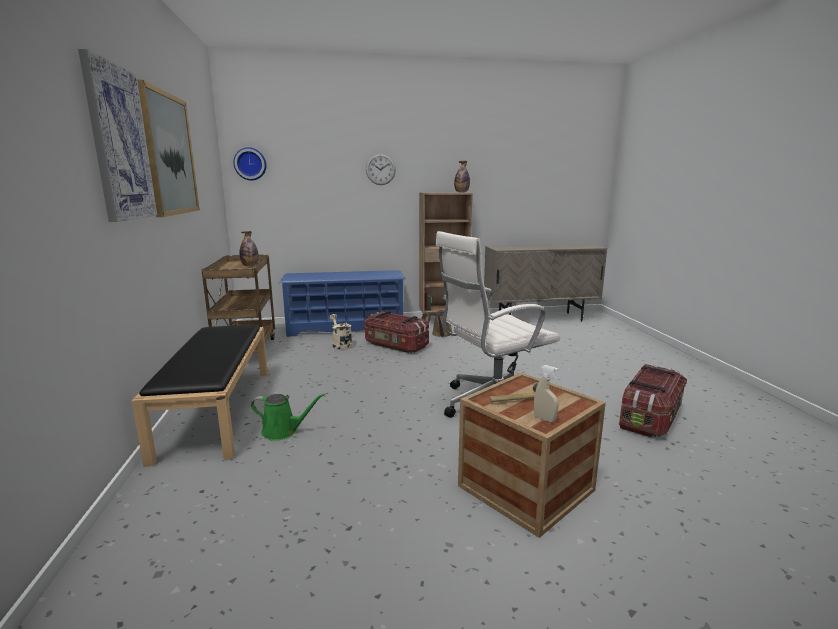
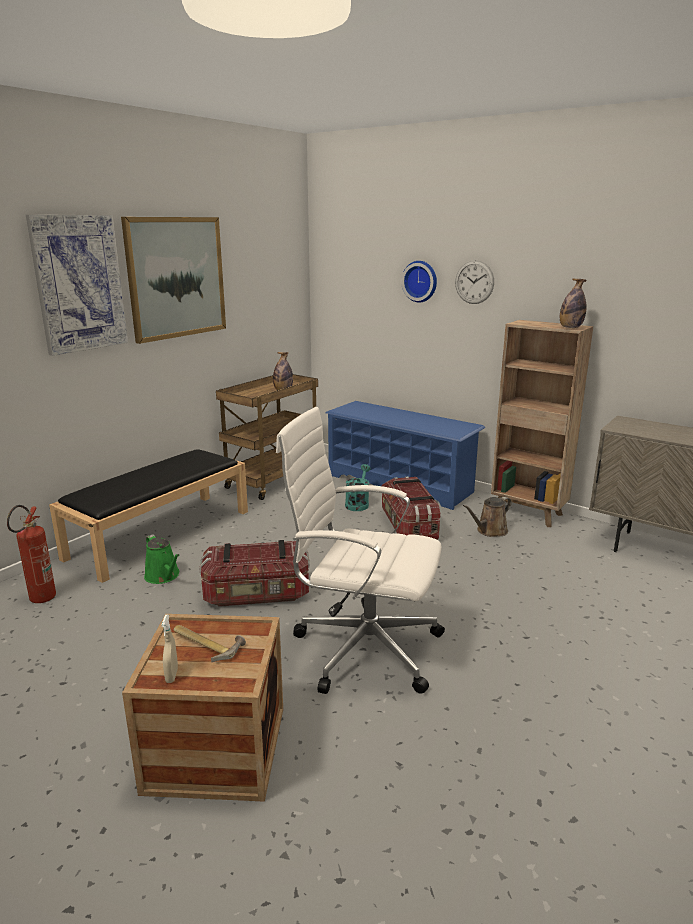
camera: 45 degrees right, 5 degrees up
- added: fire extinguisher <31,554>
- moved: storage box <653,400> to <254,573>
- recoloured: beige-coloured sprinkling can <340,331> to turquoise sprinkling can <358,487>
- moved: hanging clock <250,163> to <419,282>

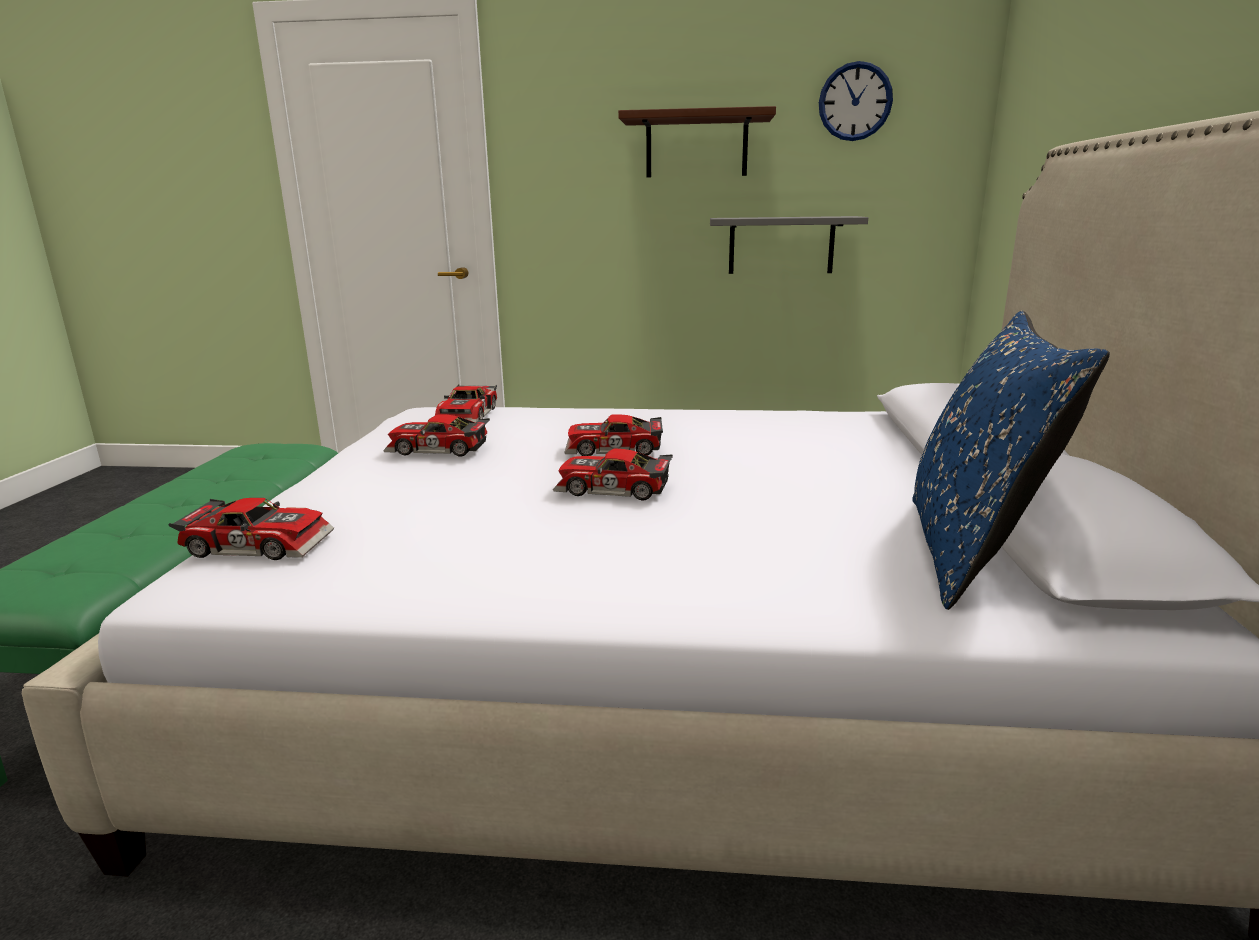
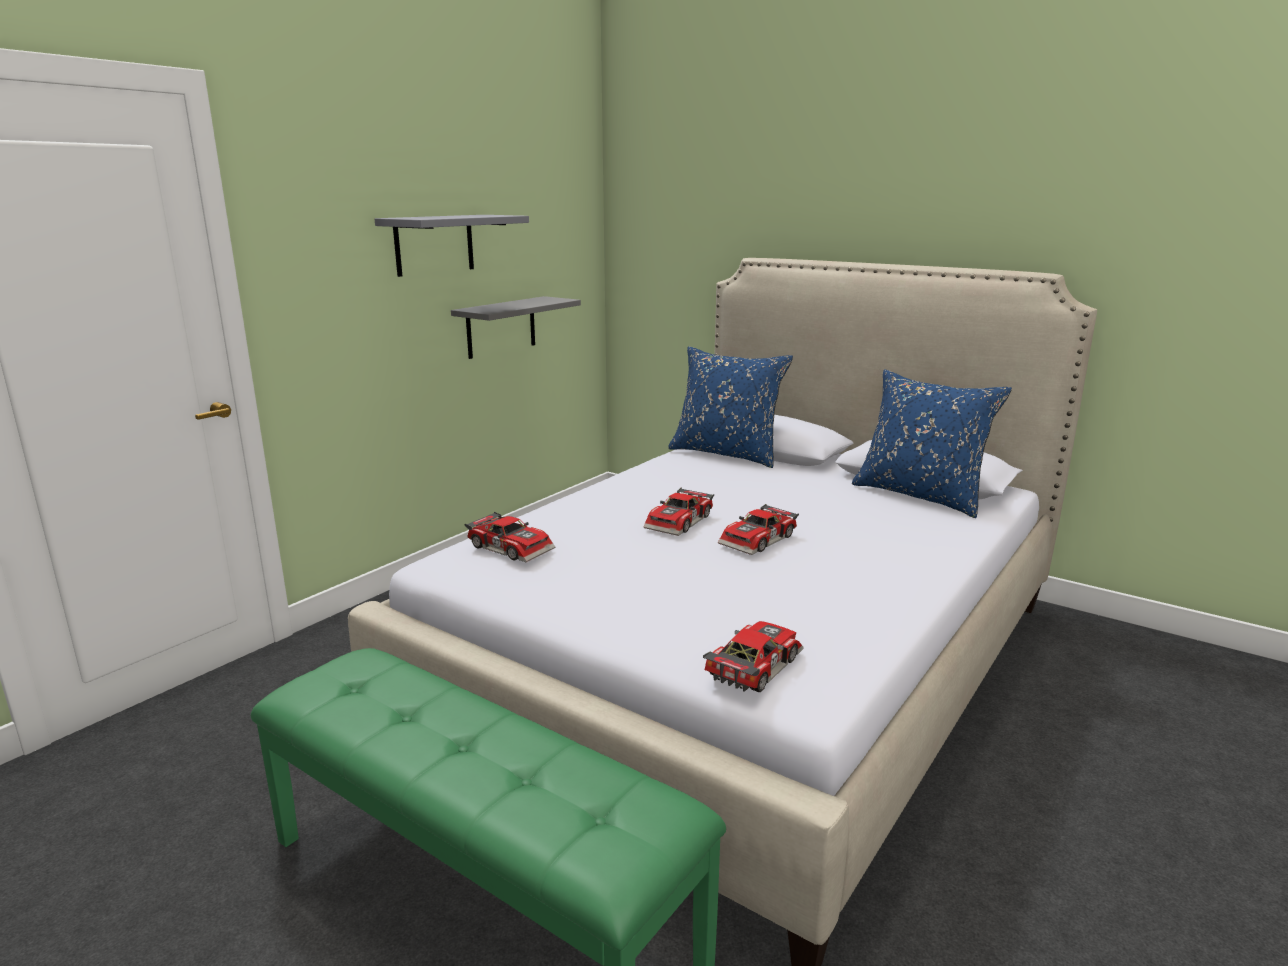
camera: 60 degrees left, 0 degrees up
- recoloured: brownish shelf <697,141> to grey shelf <452,246>
- added: blue-coloured cushion <730,407>
- removed: miniature car <436,435>
- removed: hanging clock <856,101>

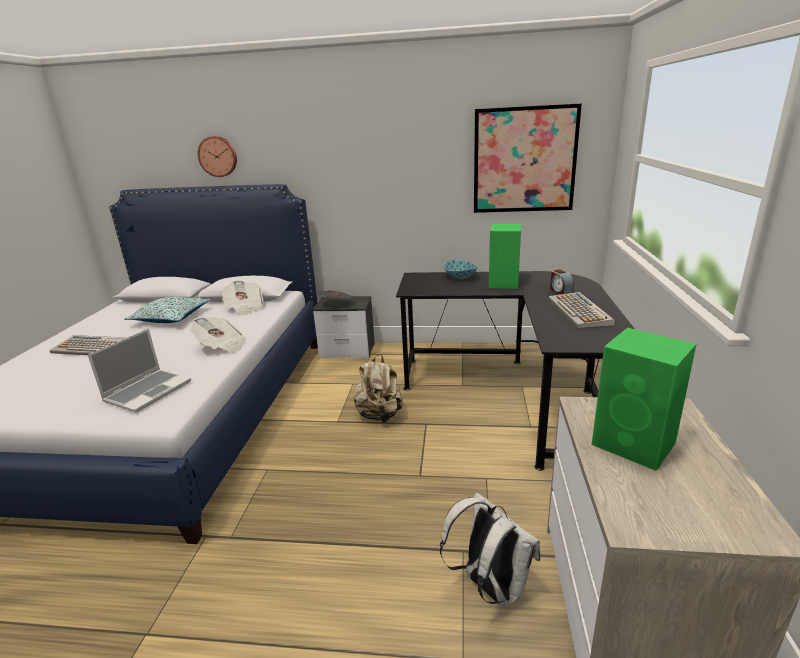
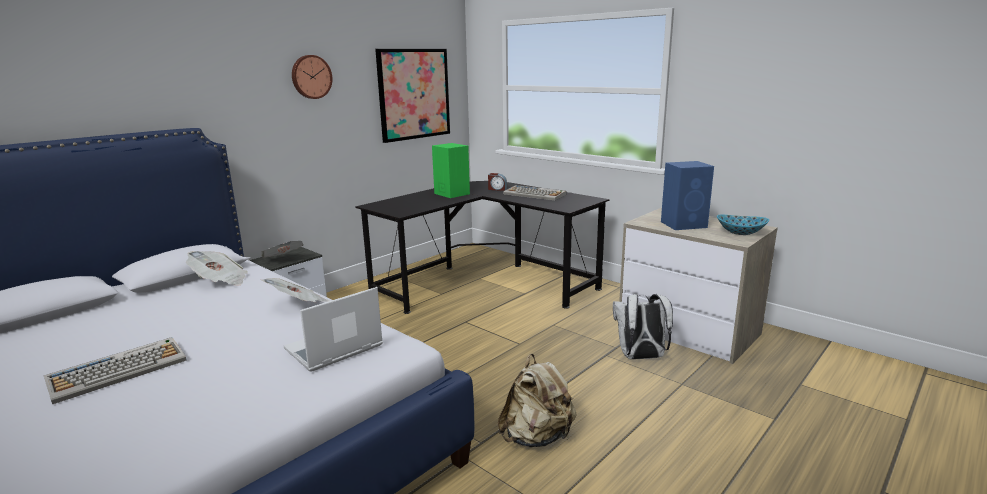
camera: 55 degrees left, 5 degrees down
- turned: portable computer <139,370> = <333,329> 105 degrees counterclockwise
- moved: hanging clock <217,156> to <312,77>
- moved: beige-coloured backpack <378,388> to <537,400>
- recoloured: green audio speaker <644,399> to blue-coloured audio speaker <687,195>
- moved: deep dish <460,269> to <743,225>
- removed: cushion <167,310>

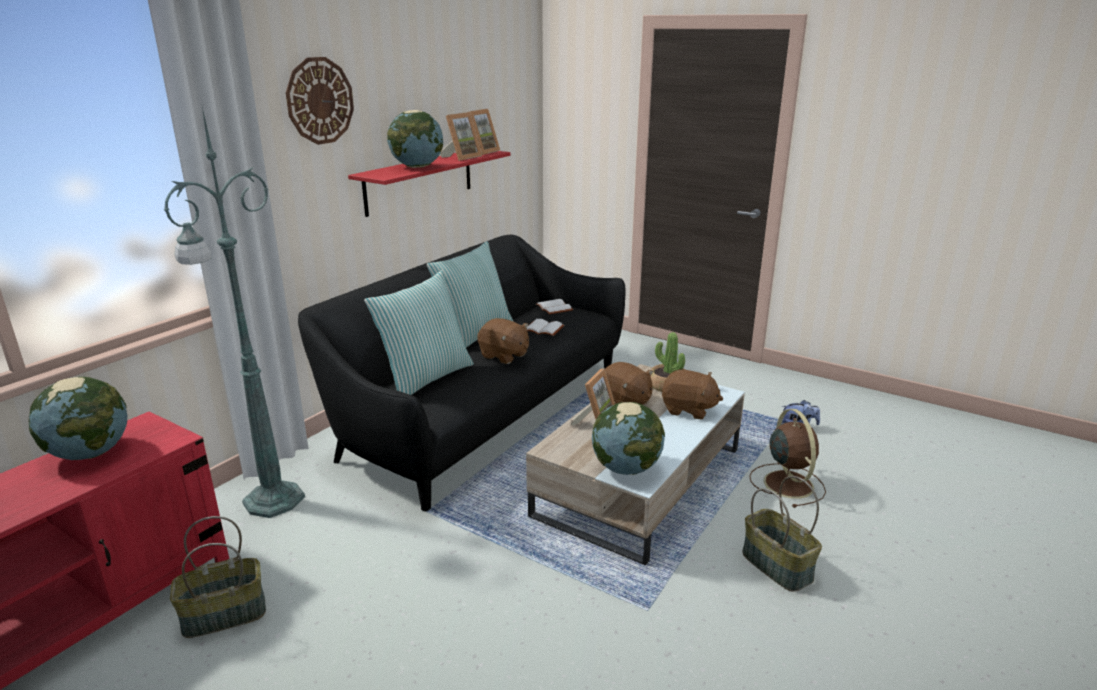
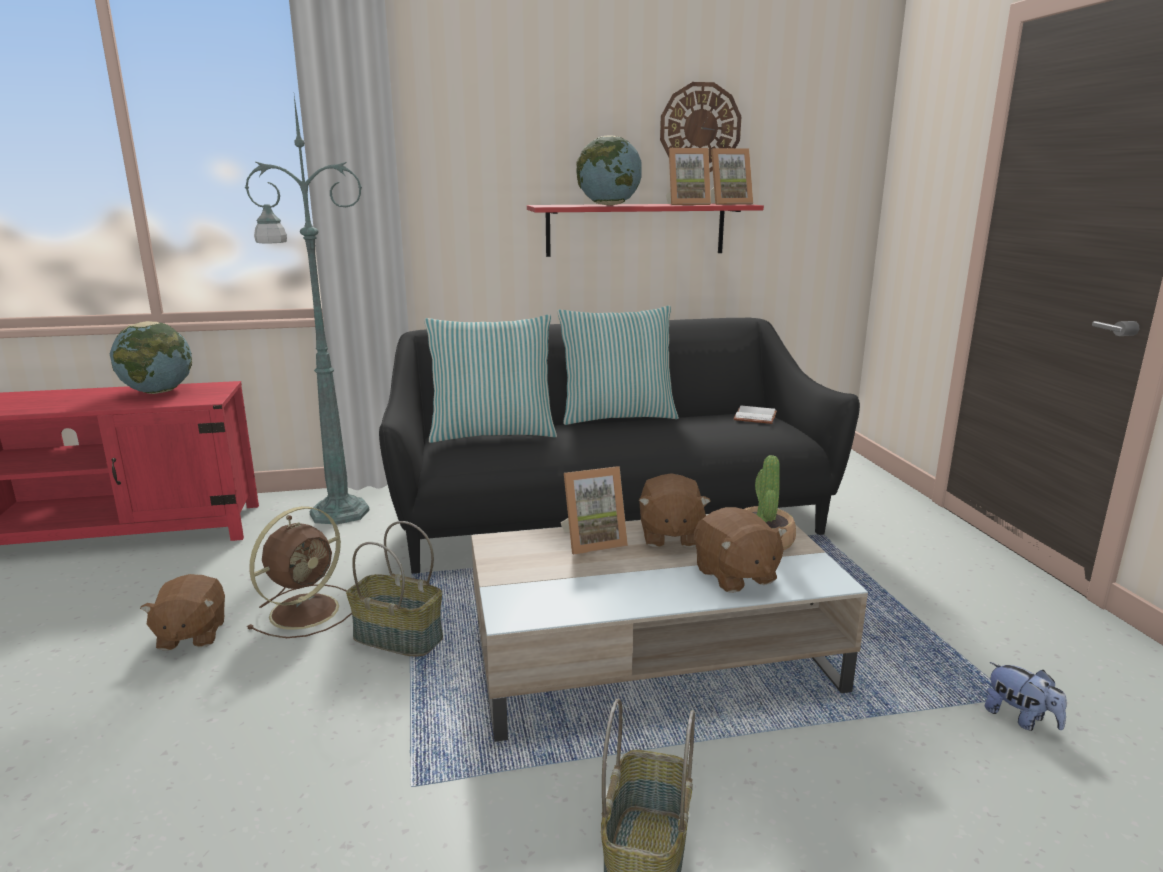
camera: 45 degrees right, 5 degrees down
- moved: brownish plush toy <503,341> to <182,612>
- moved: brownish electric fan <787,458> to <299,572>
- moved: storage basket <218,577> to <394,589>
- moved: hanging clock <320,101> to <701,127>
- removed: whitish volume <545,327>
- removed: globe <628,438>

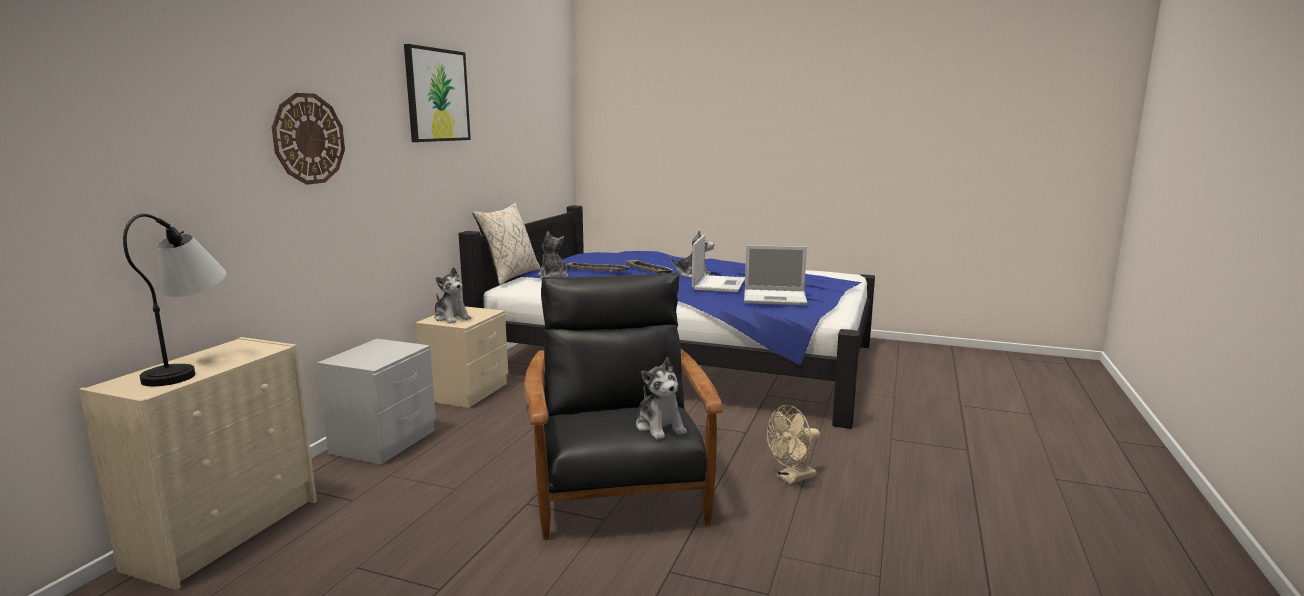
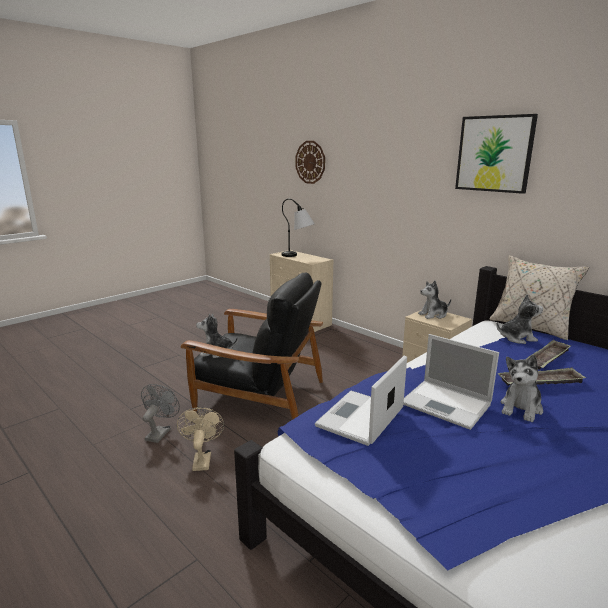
camera: 115 degrees right, 5 degrees up
- added: grey electric fan <160,413>
- moved: hanging clock <308,139> to <310,162>
- removed: grey nightstand <376,402>

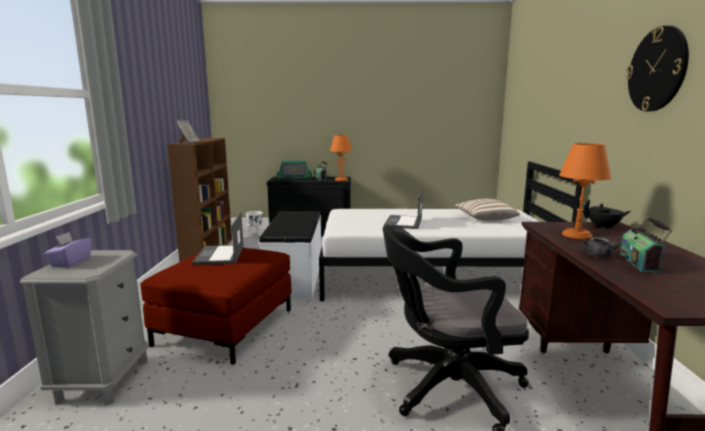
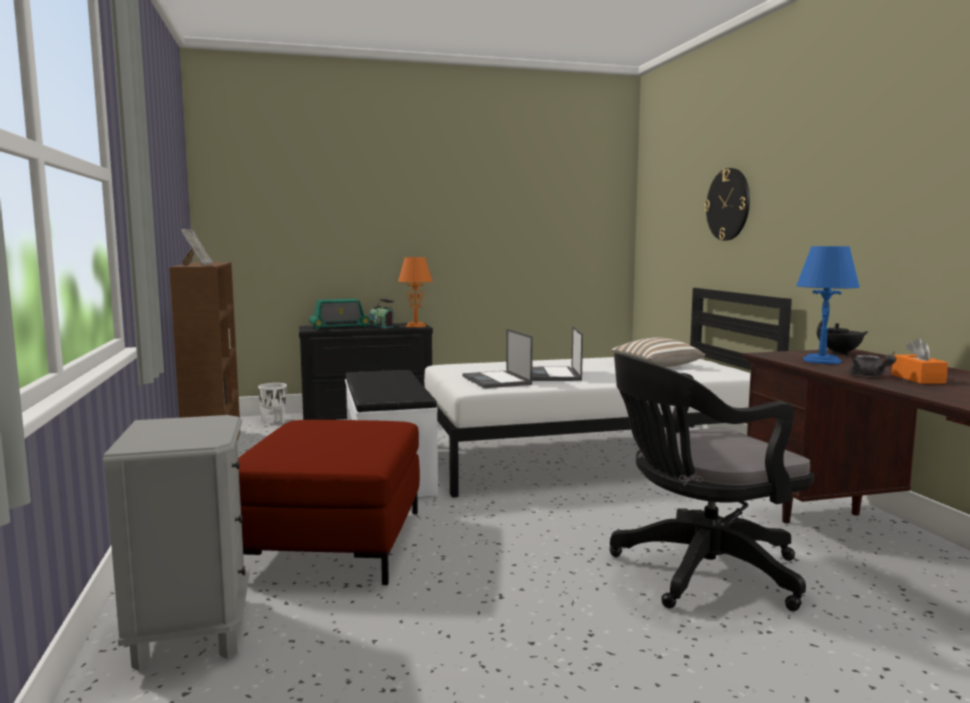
camera: 15 degrees left, 5 degrees down
- moved: portable computer <218,239> to <497,358>
- moved: hanging clock <657,69> to <727,204>
- recoloured: orangey lamp for a table <585,191> to blue-coloured lamp for a table <828,305>
- replaced: radio receiver <646,244> to orangey tissue box <920,361>
- removed: purple tissue box <68,250>

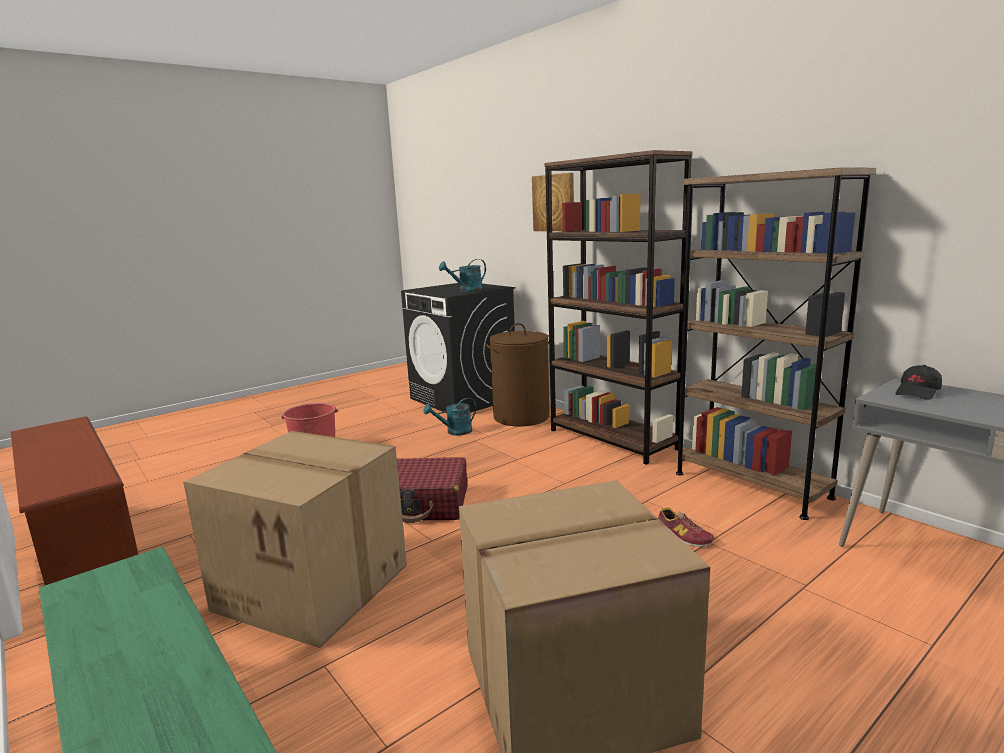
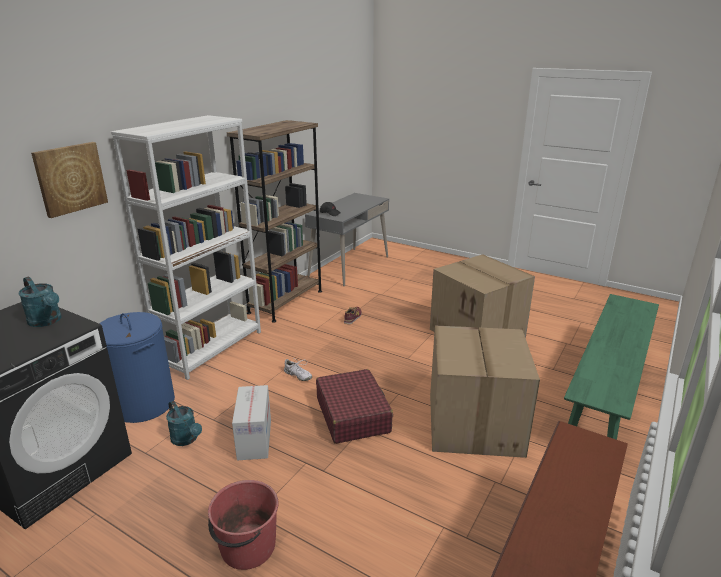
camera: 110 degrees left, 10 degrees up
- recoloured: brownish laundry basket <517,375> to blue-coloured laundry basket <137,367>
- recoloured: brownish shelving unit <618,307> to whitish shelving unit <186,247>
- added: carton <251,422>
- added: whitish item of footwear <298,369>

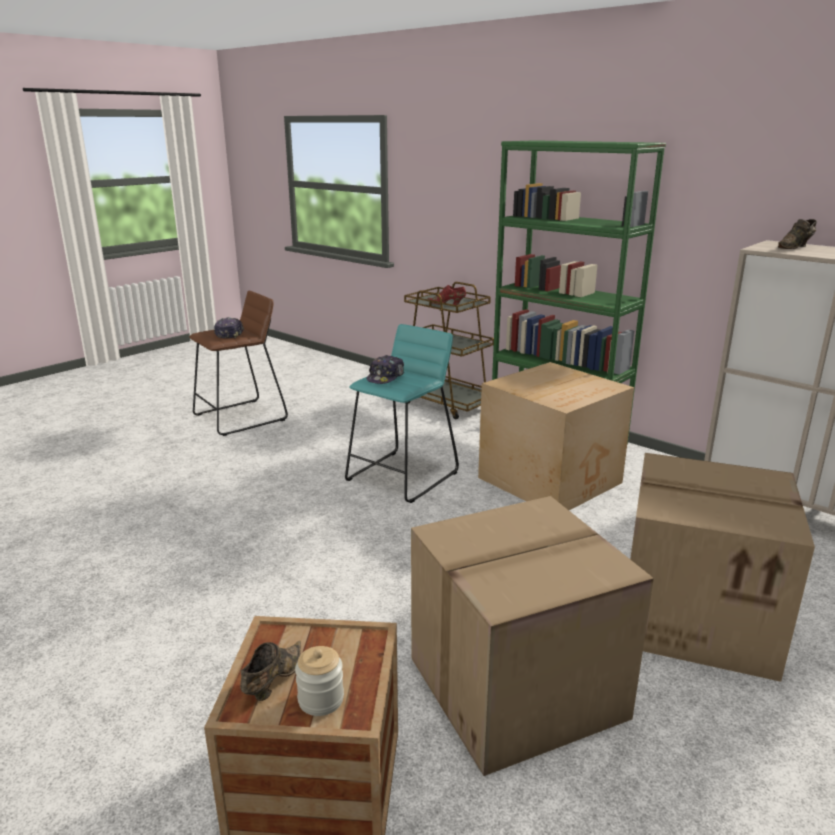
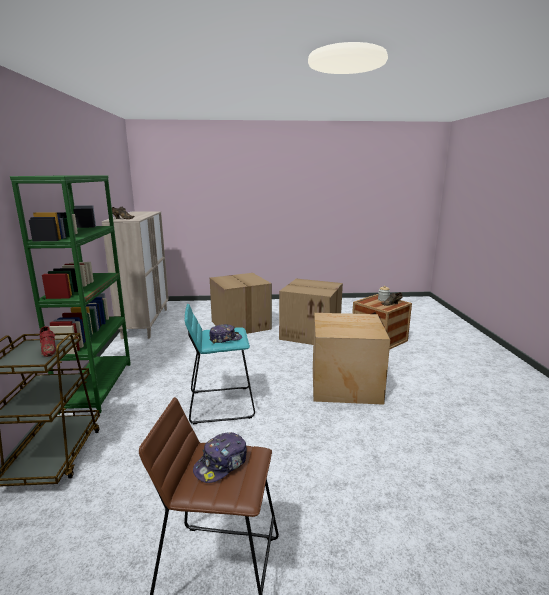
camera: 135 degrees left, 5 degrees down
- moved: carton <556,436> to <351,359>

